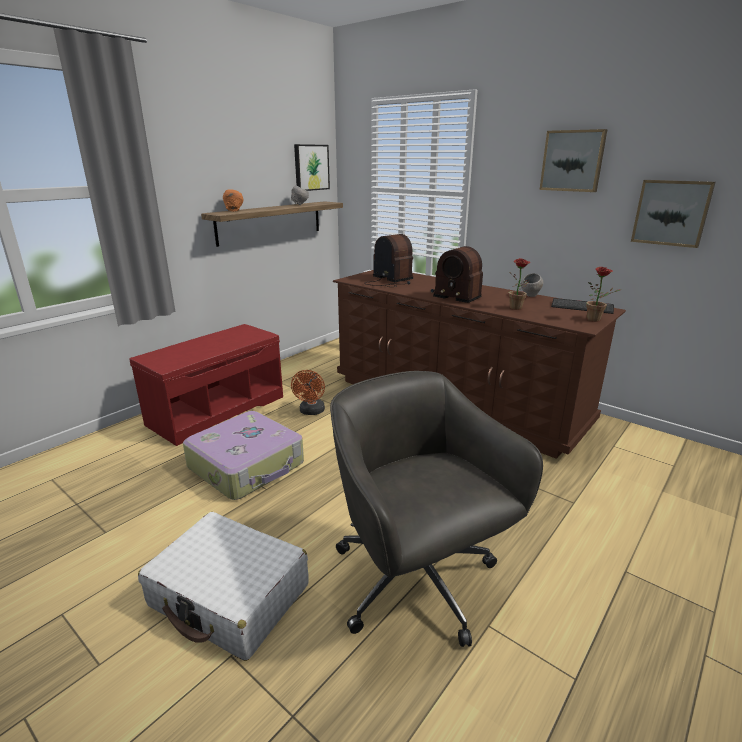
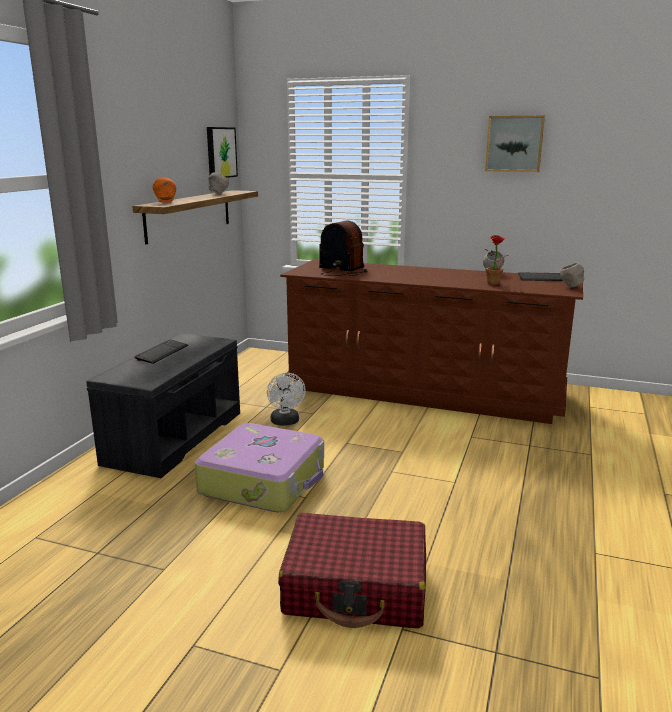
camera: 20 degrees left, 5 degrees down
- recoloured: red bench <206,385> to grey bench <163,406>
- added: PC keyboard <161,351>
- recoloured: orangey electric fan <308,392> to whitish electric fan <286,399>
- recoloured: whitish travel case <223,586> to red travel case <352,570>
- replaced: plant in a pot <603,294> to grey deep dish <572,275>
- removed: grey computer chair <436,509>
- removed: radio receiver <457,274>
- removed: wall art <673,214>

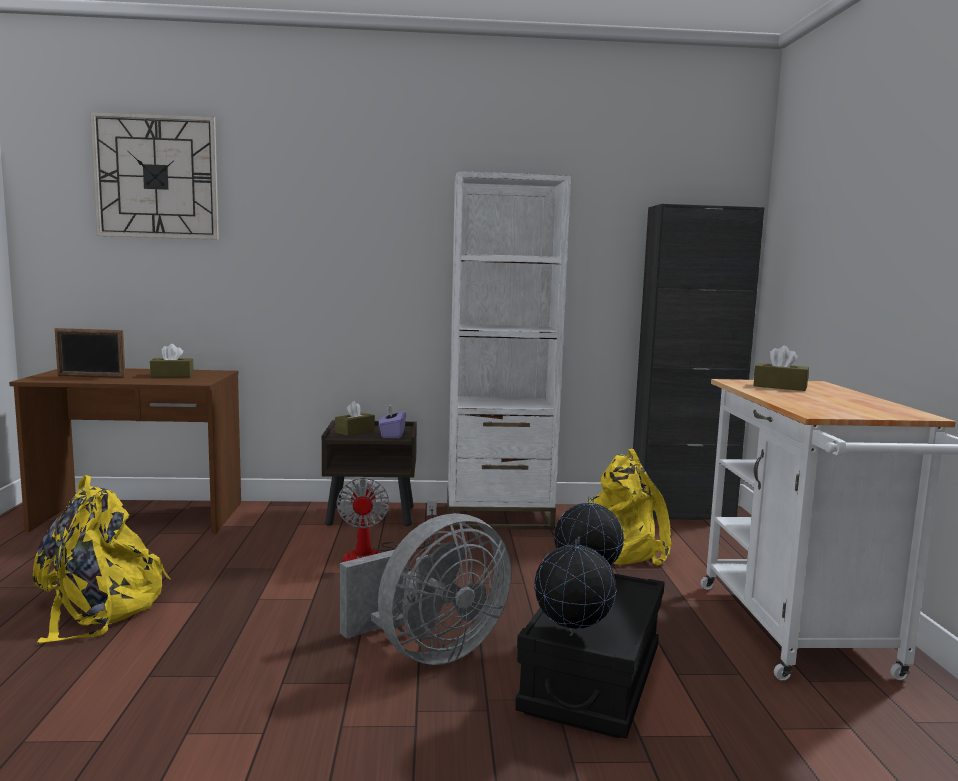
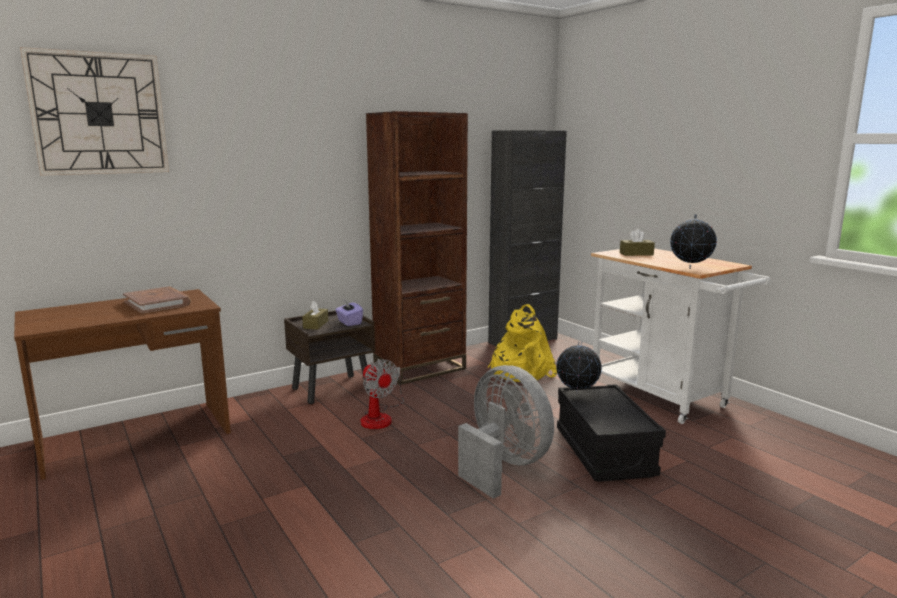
camera: 30 degrees left, 5 degrees up
- replaced: brownish tissue box <172,360> to brownish volume <157,300>
- recoloured: whitish shelving unit <509,350> to brownish shelving unit <417,248>
- turned: grey electric fan <425,589> = <506,432> 60 degrees counterclockwise
- moved: globe <575,586> to <693,241>
- removed: yellow-coloured backpack <102,559>
- removed: photo frame <90,353>

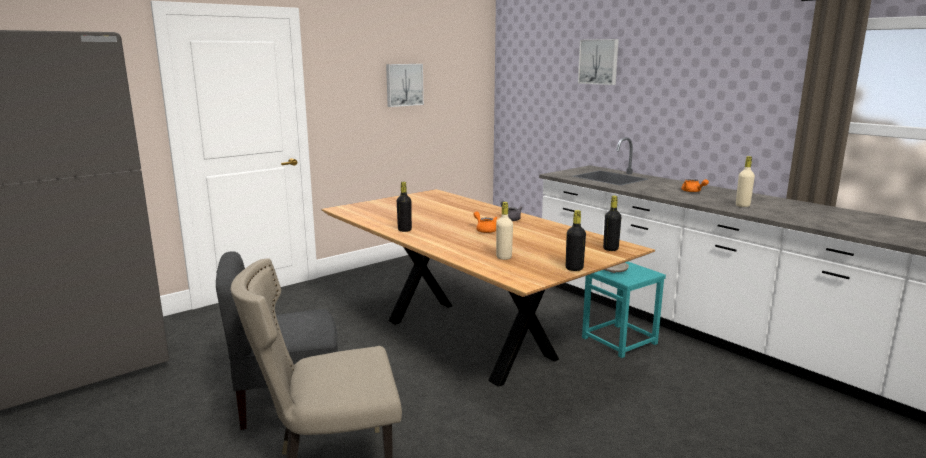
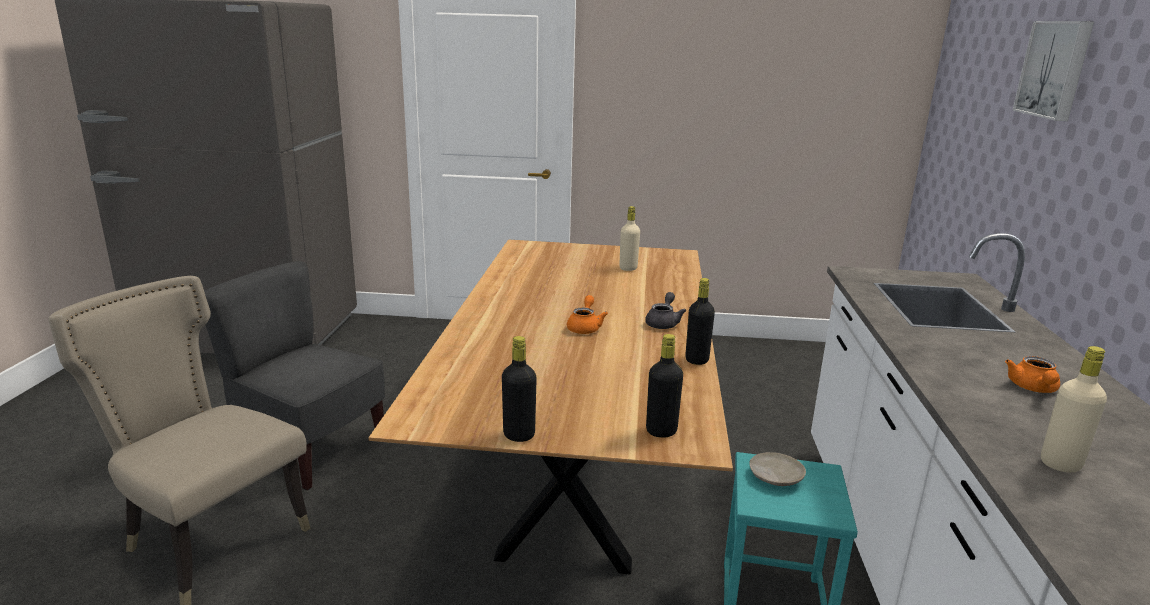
camera: 45 degrees right, 5 degrees up
- moved: beige-coloured drink bottle <504,231> to <629,238>
- moved: blackish drink bottle <404,207> to <700,321>
- removed: wall art <405,85>

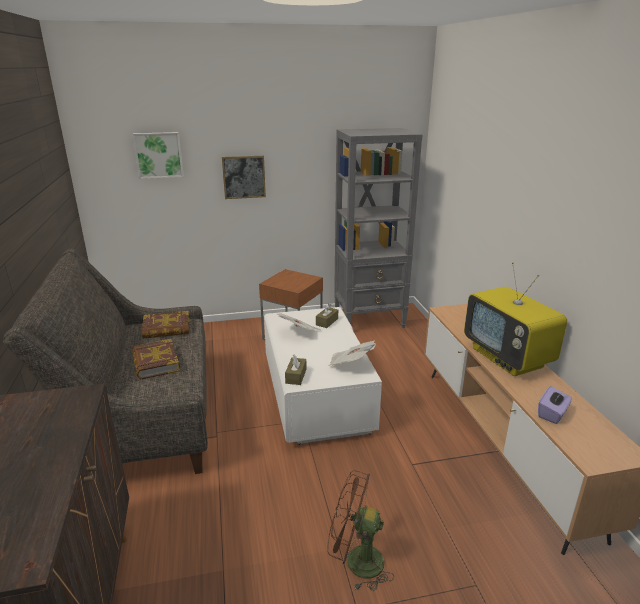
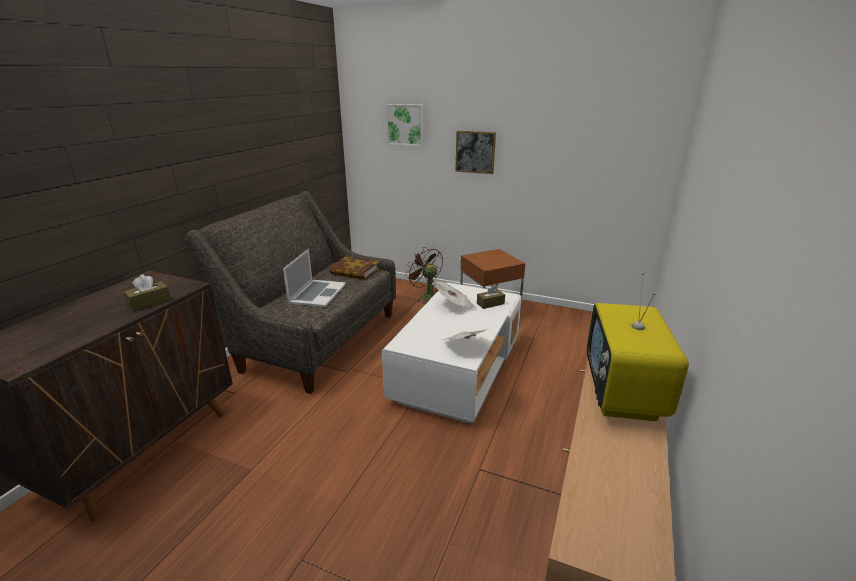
camera: 35 degrees right, 0 degrees up
- moved: brownish tissue box <295,369> to <147,293>
- replaced: volume <156,359> to portable computer <314,278>
- moved: brownish electric fan <360,530> to <424,275>
- removed: grey shelving unit <378,228>
- removed: purple tissue box <555,405>

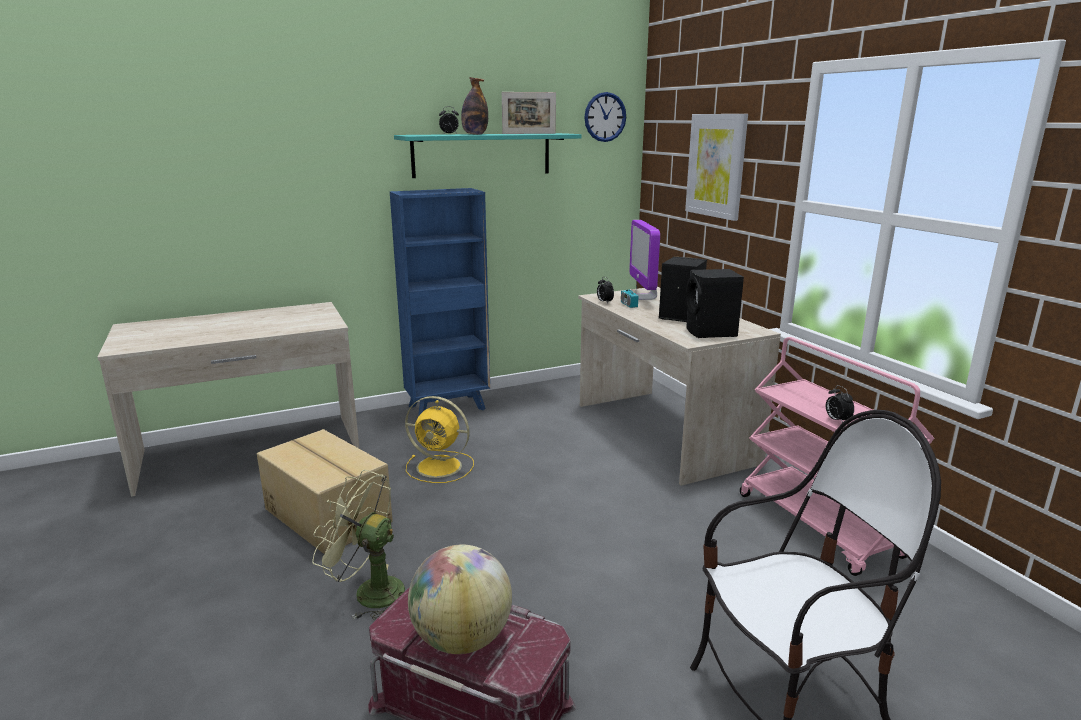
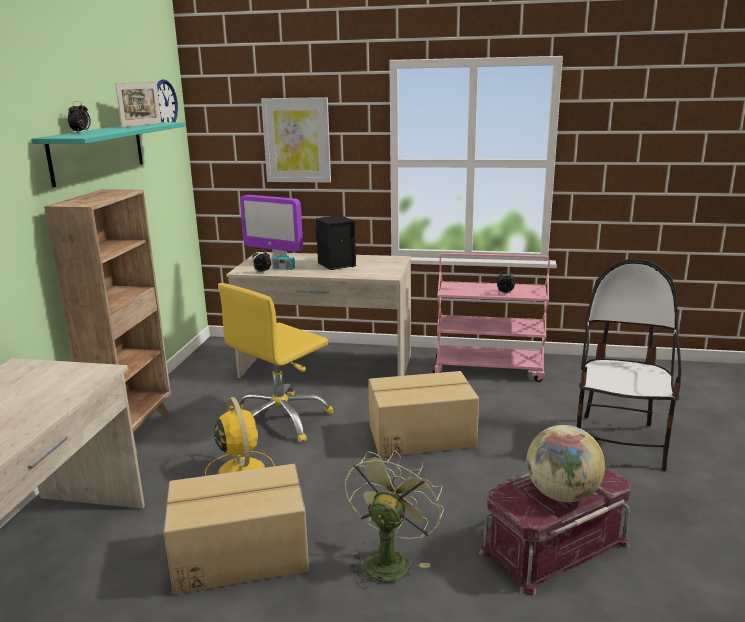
camera: 55 degrees left, 0 degrees up
- recoloured: blue-coloured shelving unit <440,302> to brownish shelving unit <107,321>
- turned: yellow-coloured electric fan <439,439> = <240,436> 75 degrees counterclockwise
- added: yellow-coloured computer chair <276,363>
- turned: green electric fan <358,545> = <394,519> 150 degrees clockwise
- added: carton <423,414>
- removed: drink bottle <474,106>
- removed: blackish audio speaker <715,303>

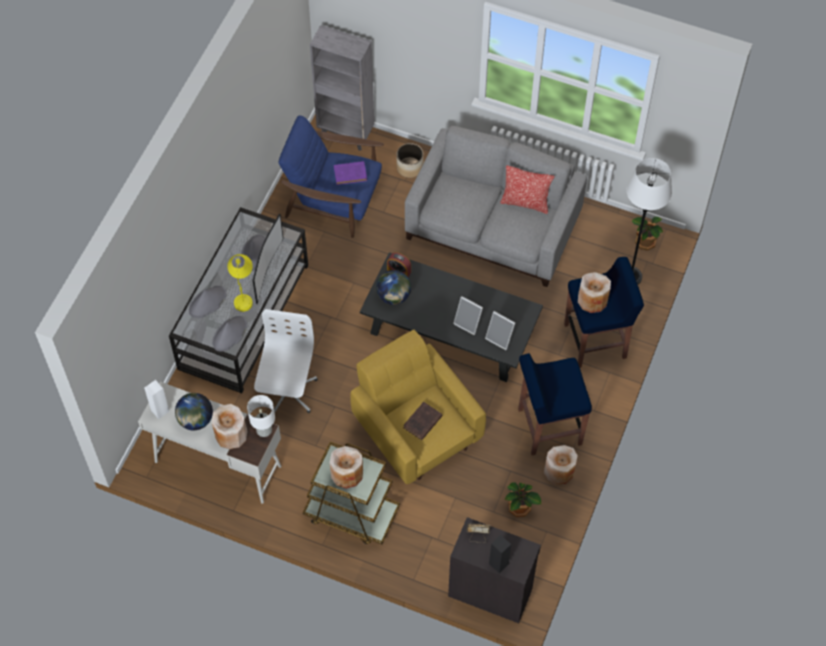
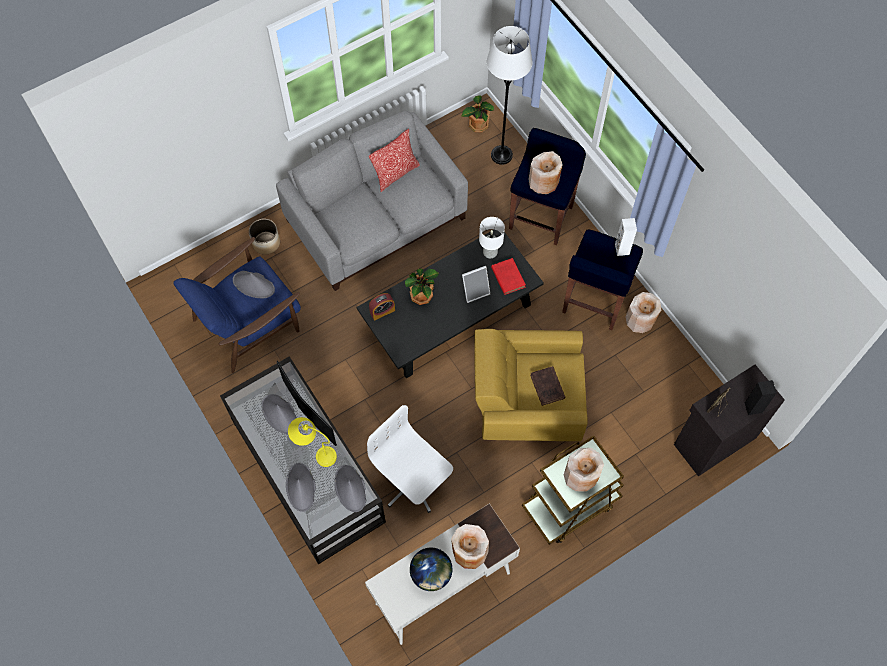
camera: 55 degrees left, 5 degrees up
- replaced: purple volume <350,173> to grey clothing hat <254,284>
- moved: plant in a pot <523,499> to <422,286>
- moved: whitish lamp for a table <261,416> to <492,237>
- replaced: photo frame <500,330> to red volume <508,276>
- moved: whitish audio speaker <157,399> to <626,237>
- removed: grey shelving unit <342,88>
- removed: globe <393,287>

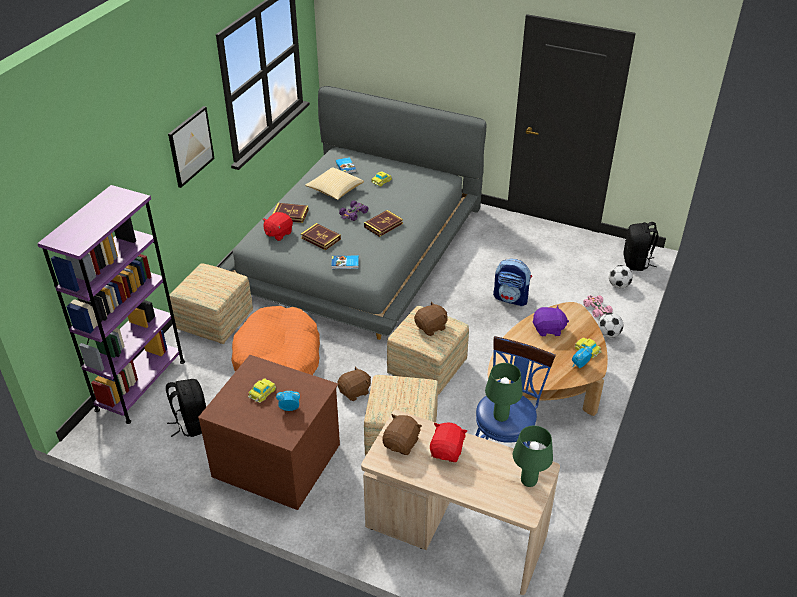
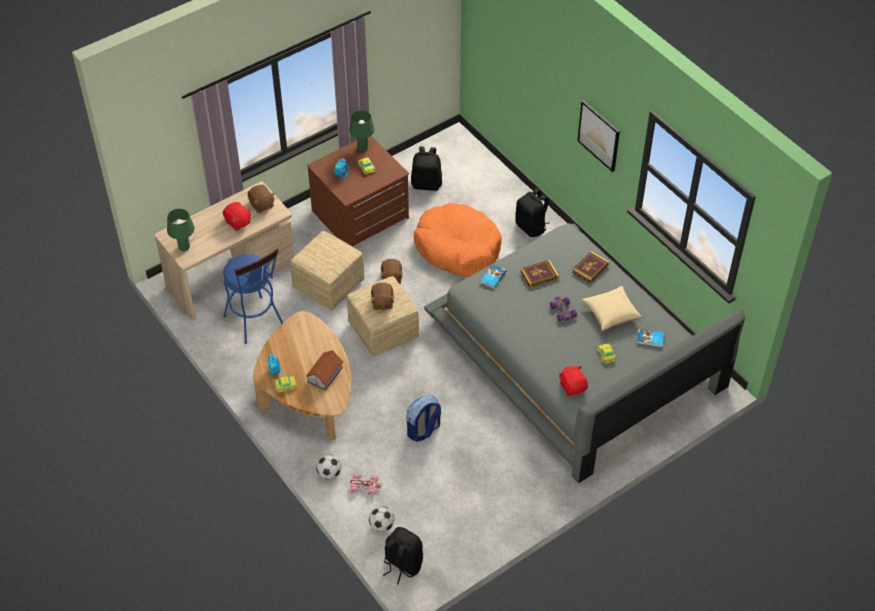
camera: 120 degrees right, 10 degrees up
- replaced: purple plush toy <550,321> to miniature house <324,370>
- moved: green lamp for a table <504,392> to <362,130>
- replaced: footrest <211,303> to blackish backpack <532,212>
- moved: red plush toy <277,226> to <573,381>
- removed: purple shelving unit <111,304>
- removed: volume <383,223>

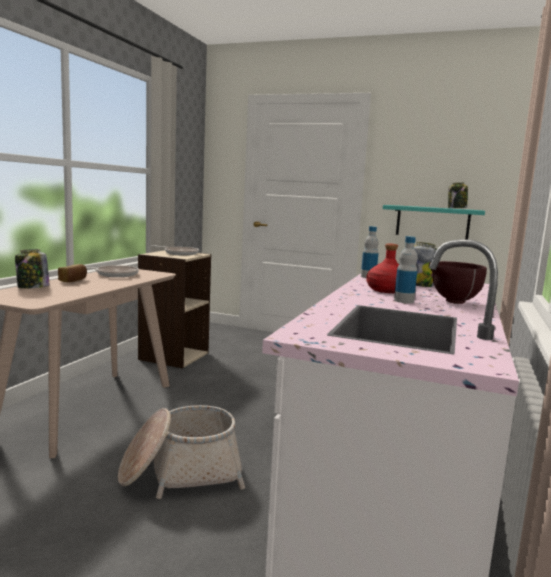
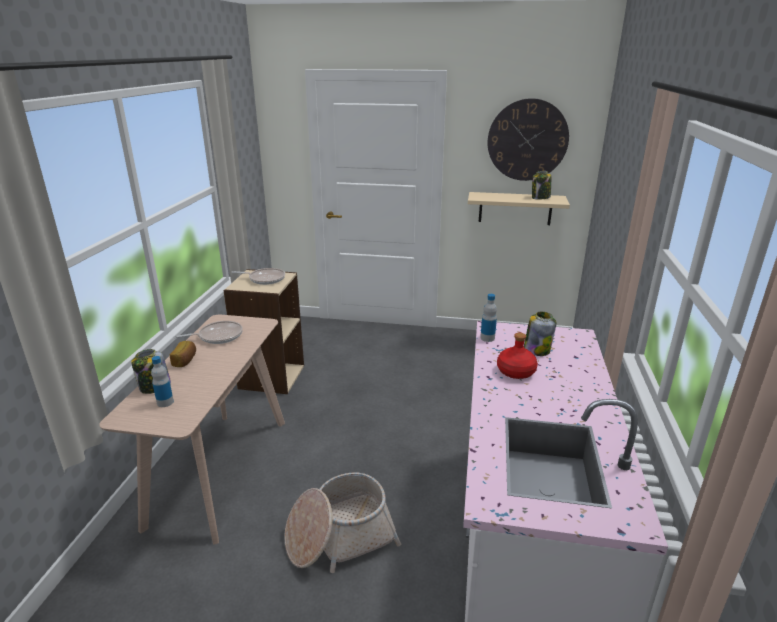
camera: 10 degrees left, 15 degrees up
- moved: drink bottle <406,269> to <162,381>
- recoloured: turquoise shelf <434,222> to beige-coloured shelf <519,208>
- added: hanging clock <528,139>
- removed: brownish deep dish <458,282>

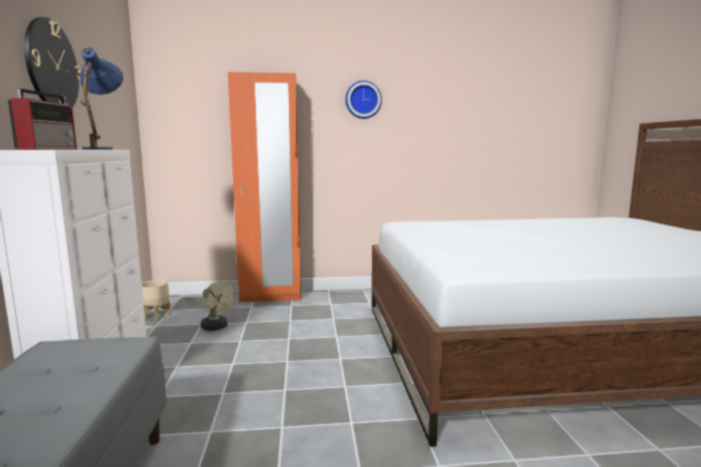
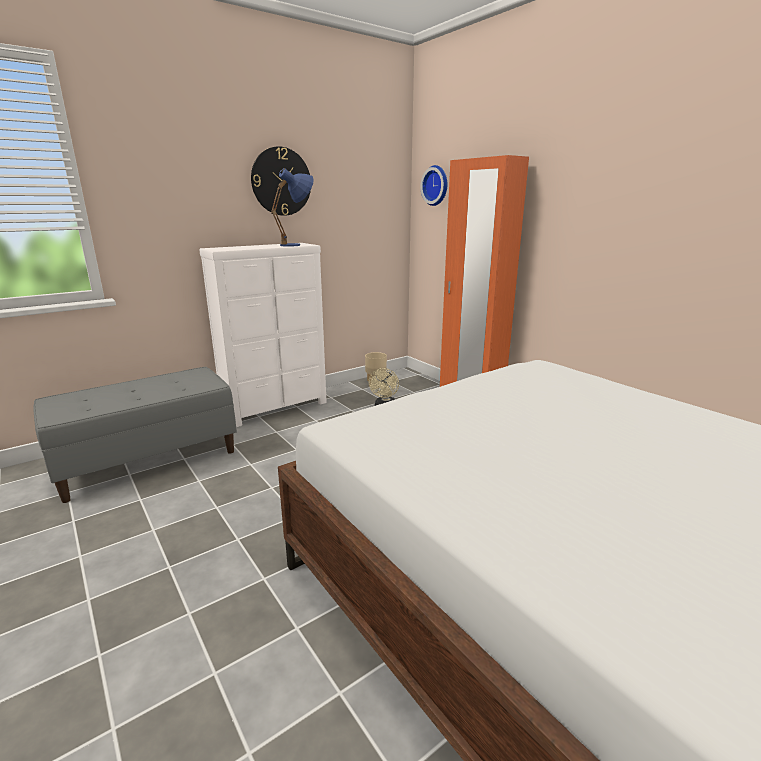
camera: 60 degrees right, 10 degrees up
- moved: hanging clock <363,100> to <433,185>
- removed: radio receiver <42,119>

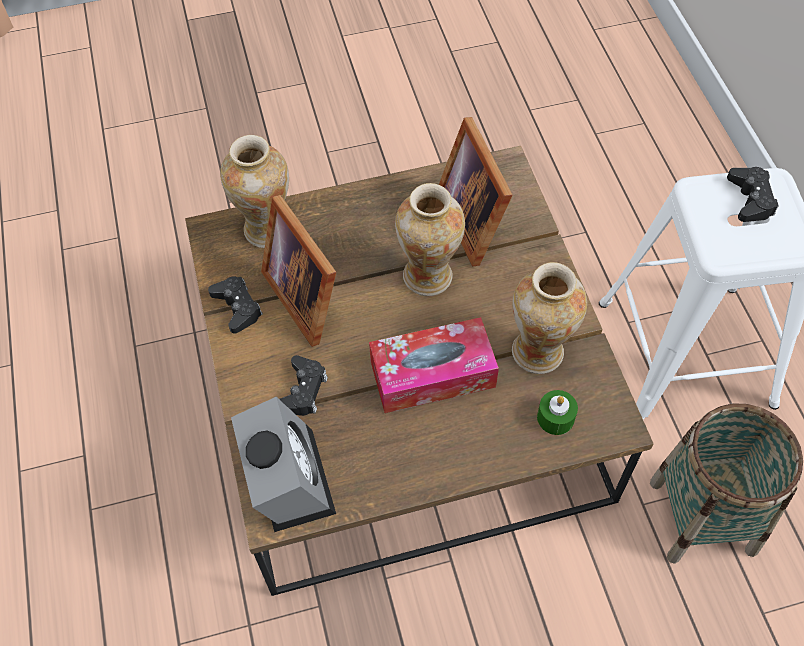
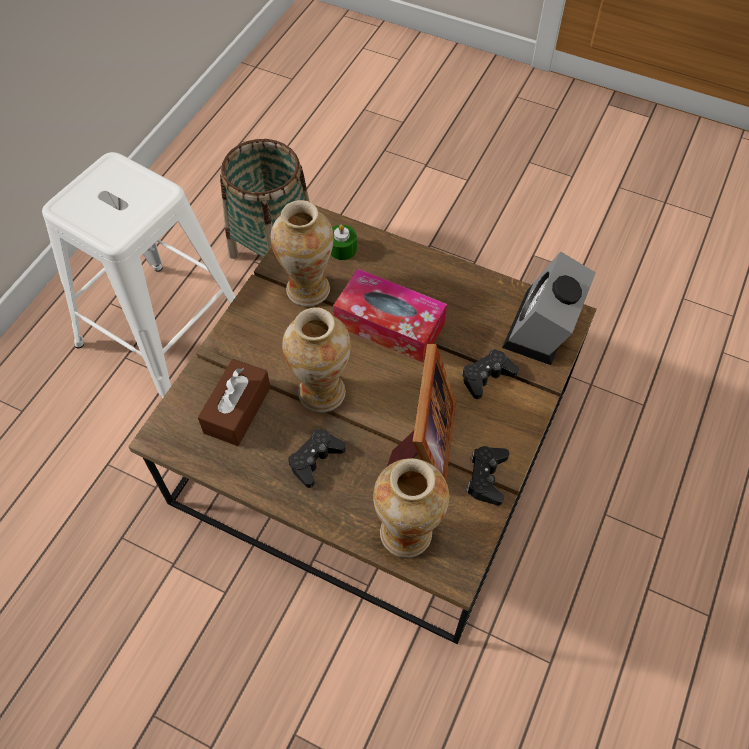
camera: 140 degrees left, 0 degrees up
- replaced: photo frame <476,192> to brownish tissue box <234,402>
- moved: blackish game controller <752,194> to <317,458>

